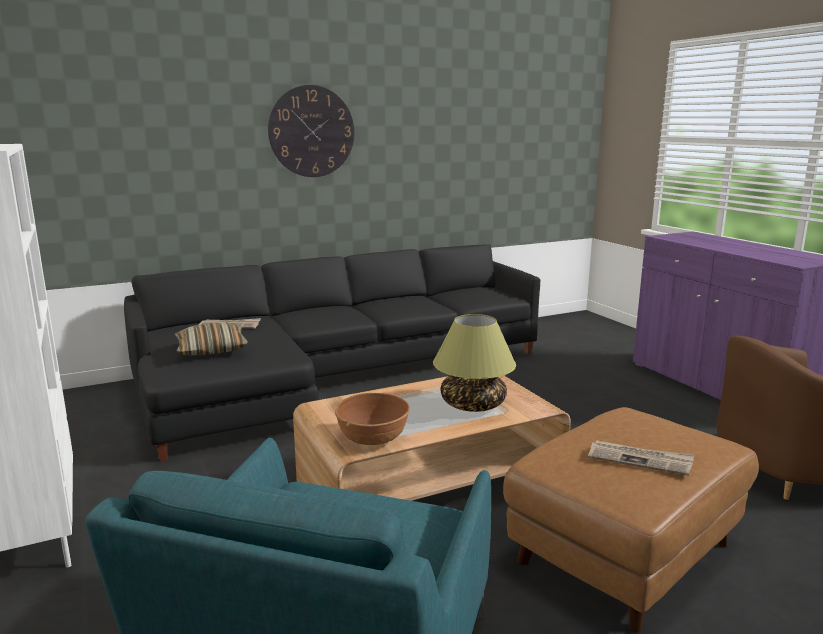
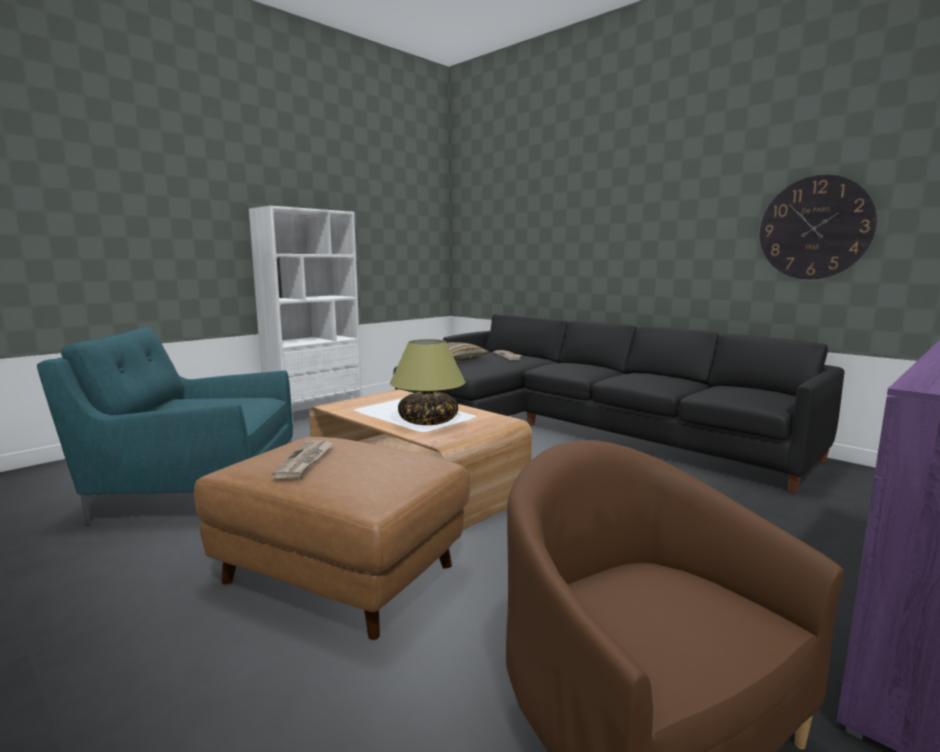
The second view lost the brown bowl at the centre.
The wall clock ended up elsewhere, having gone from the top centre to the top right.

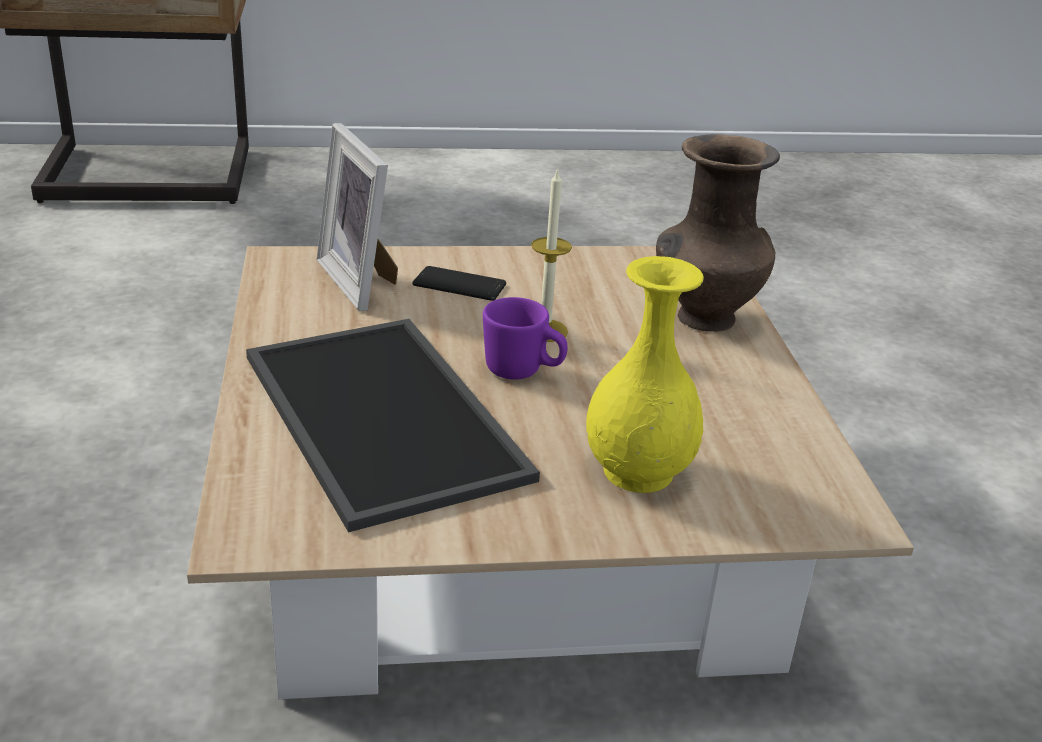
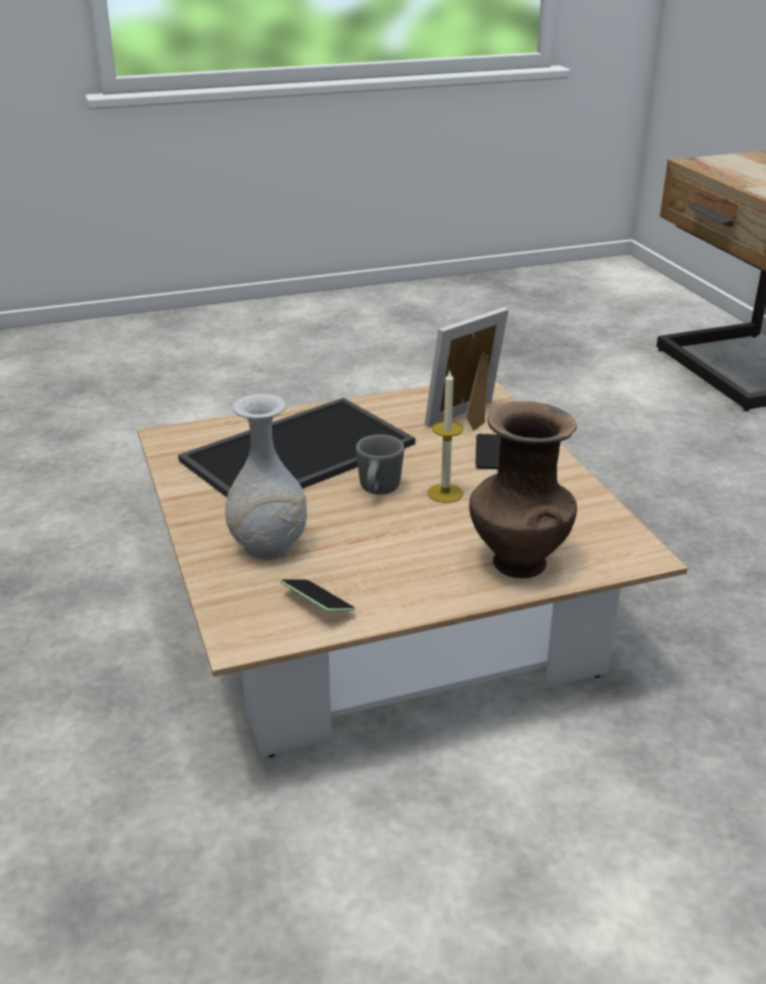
The second view gained the phone (1st from left) at the centre.
What was the purple mug at the centre turned into the grey mug at the centre.
What was the yellow vase at the centre turned into the white vase at the centre.

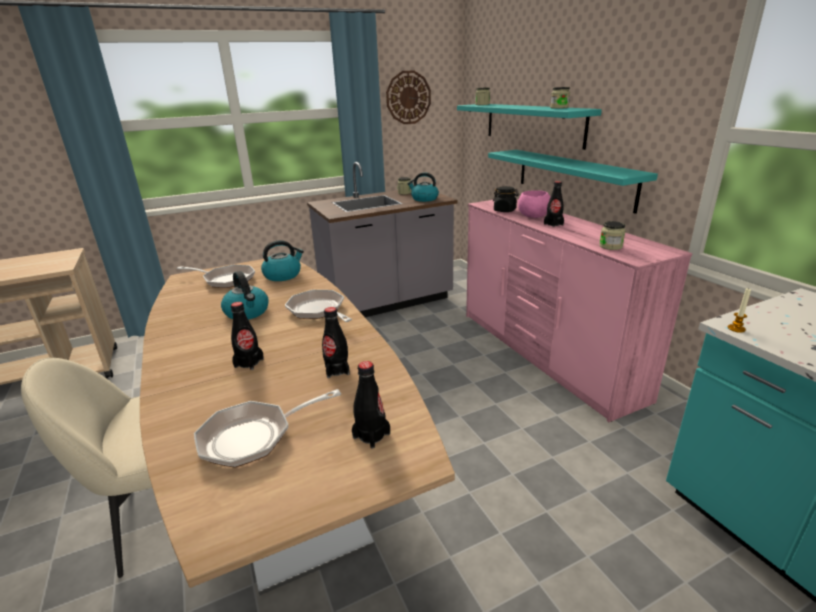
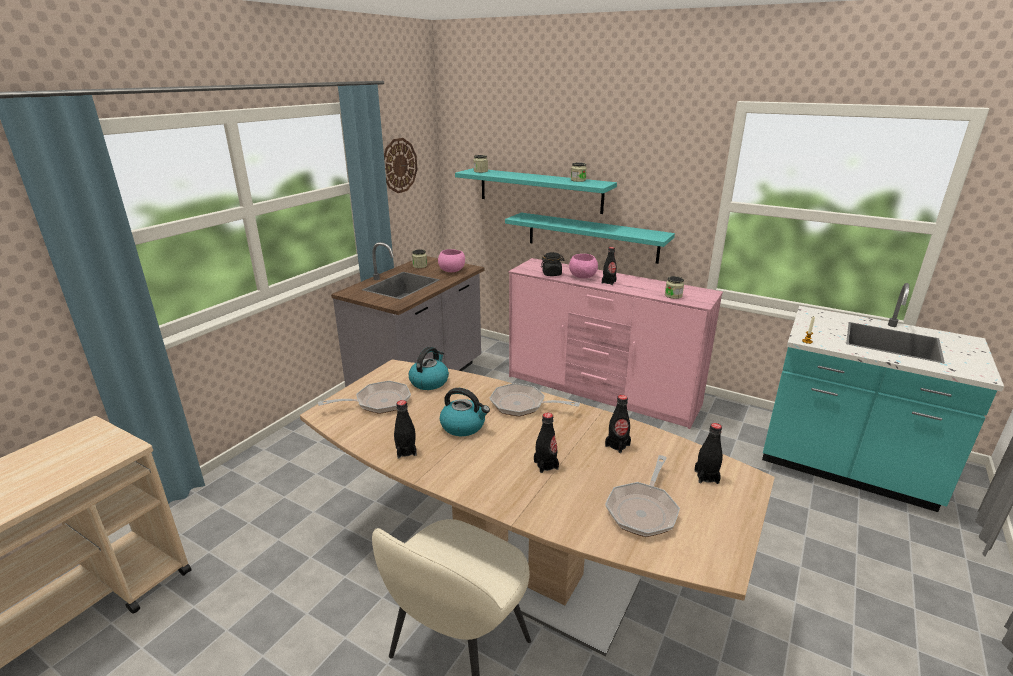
The second view gained the black bottle (1st from left) at the centre.
Where the kettle (3rd from left) stood at the top centre, the pink bowl (1st from left) came to stand at the centre.

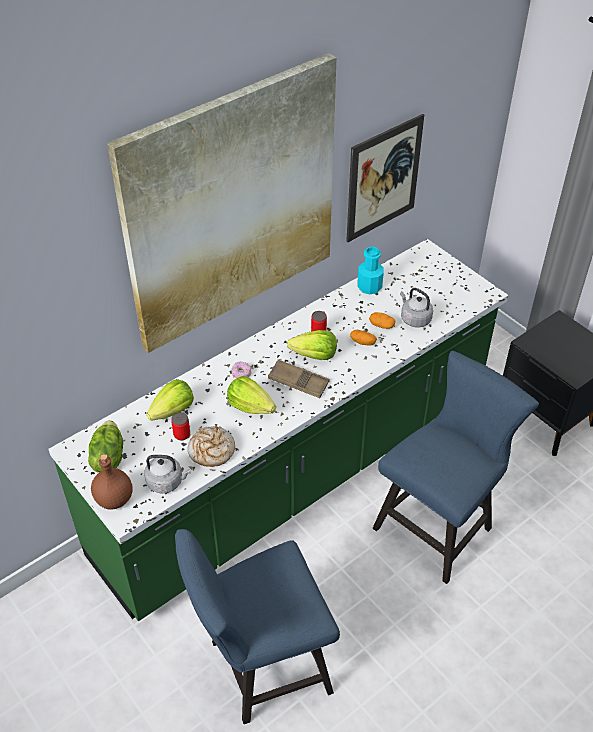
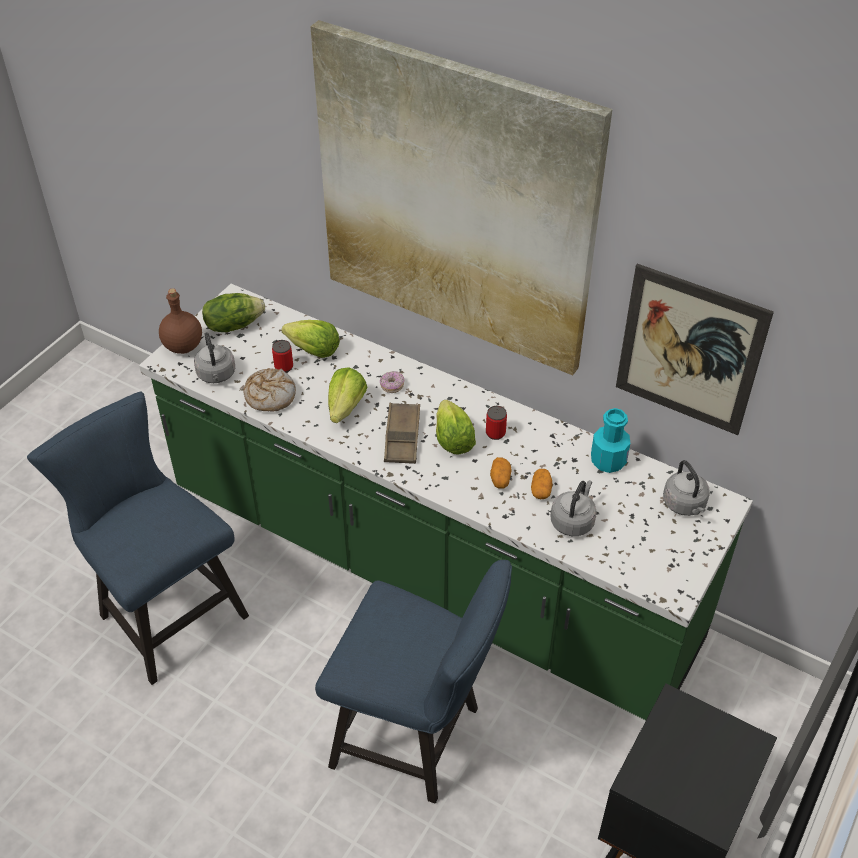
The second view gained the grey kettle (3rd from left) at the middle right.

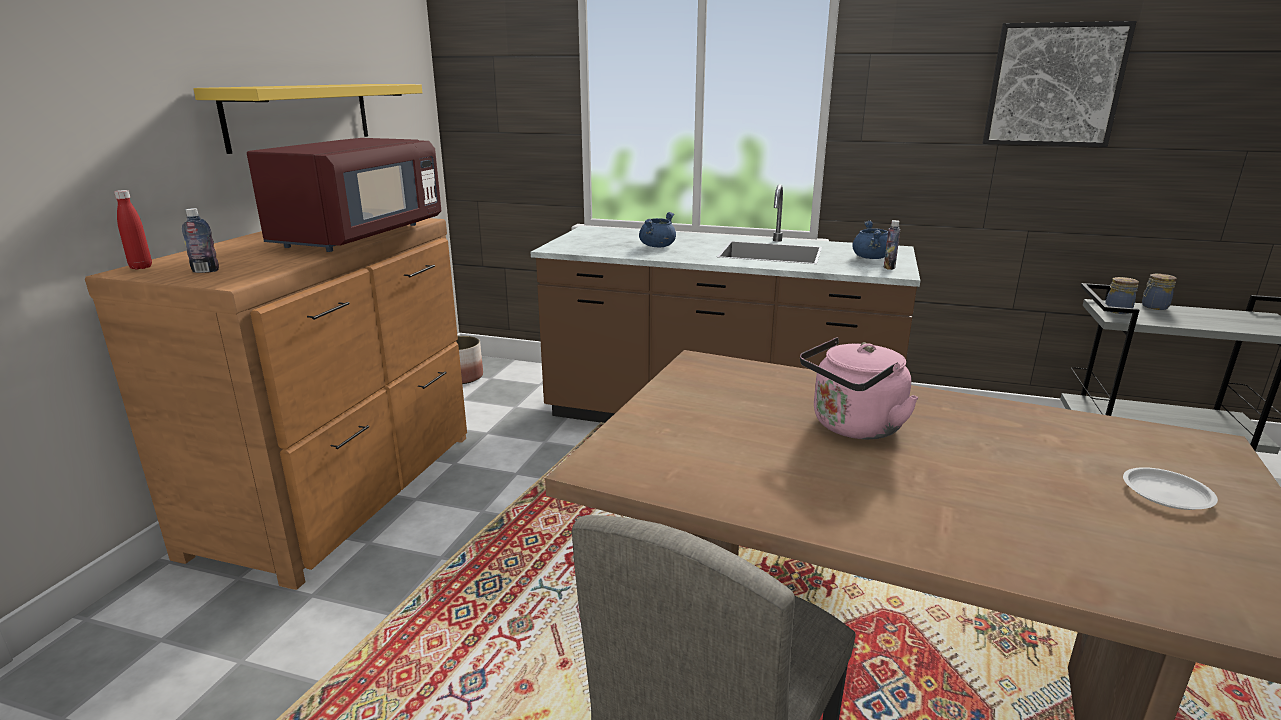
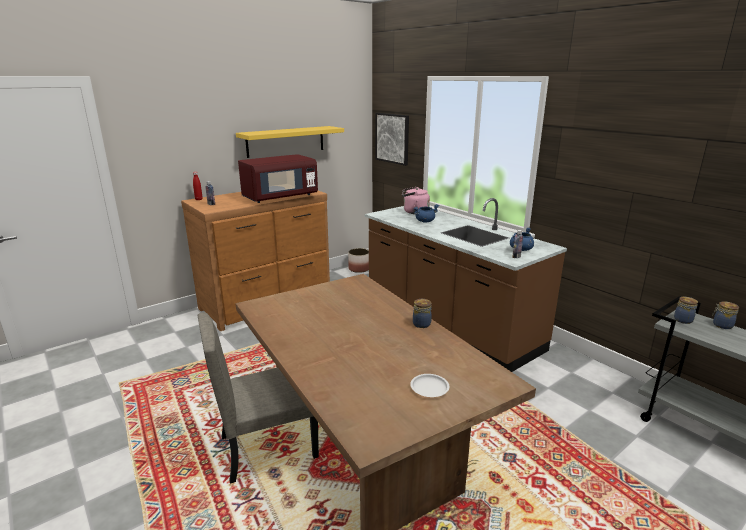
The second view gained the jar (1st from left) at the centre.
The pink kettle ended up elsewhere, having gone from the middle right to the centre.
The picture ended up elsewhere, having gone from the top right to the top centre.

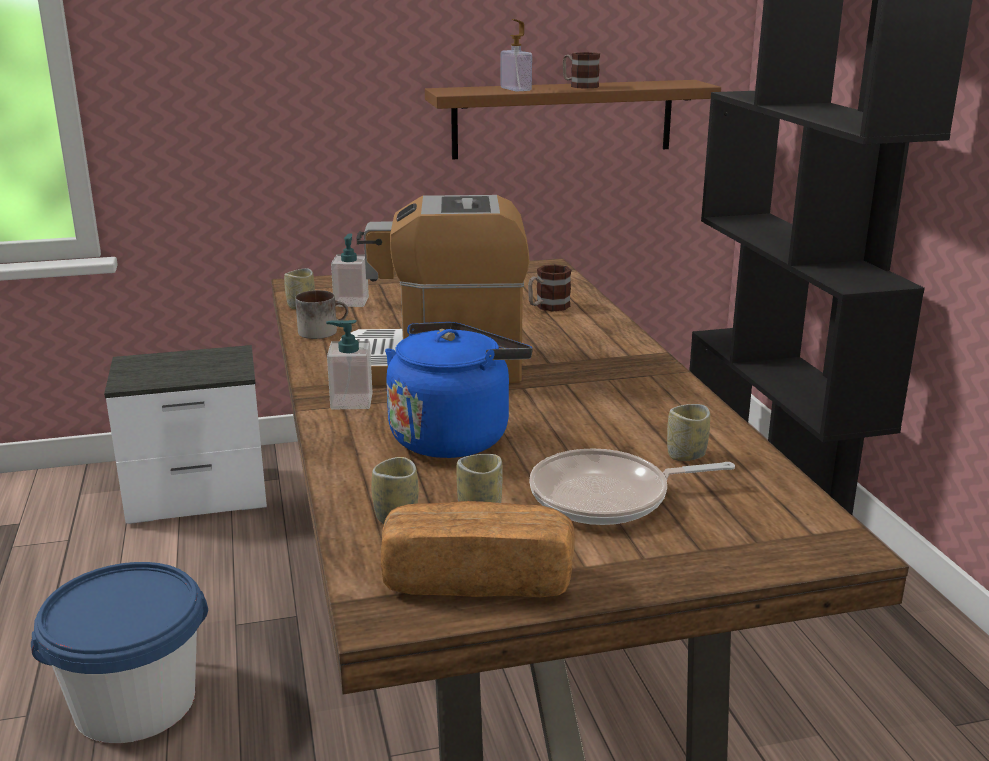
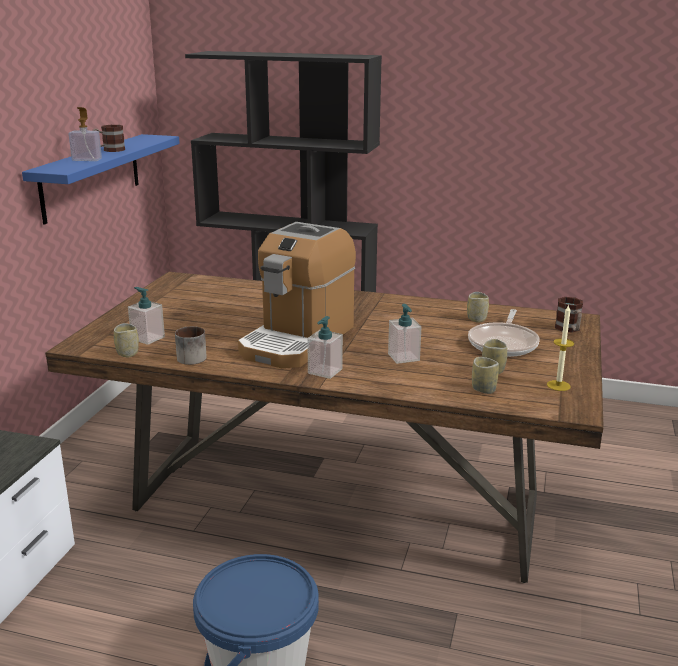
The mug (2nd from left in the first image) ended up elsewhere, having gone from the centre to the middle right.
Where the bread stood at the bottom centre, the candle came to stand at the middle right.
Where the blue kettle stood at the centre, the soap dispenser (4th from left) came to stand at the centre.
What was the brown shelf at the top centre turned into the blue shelf at the top left.

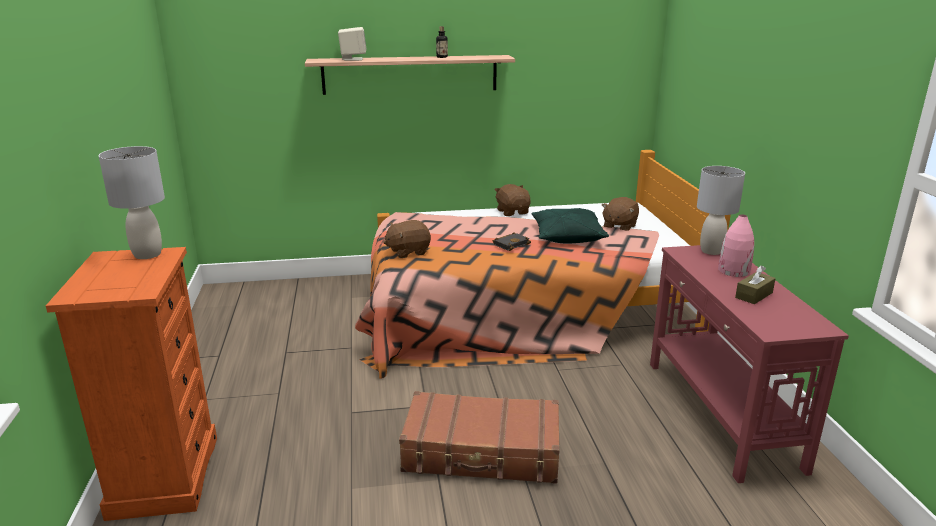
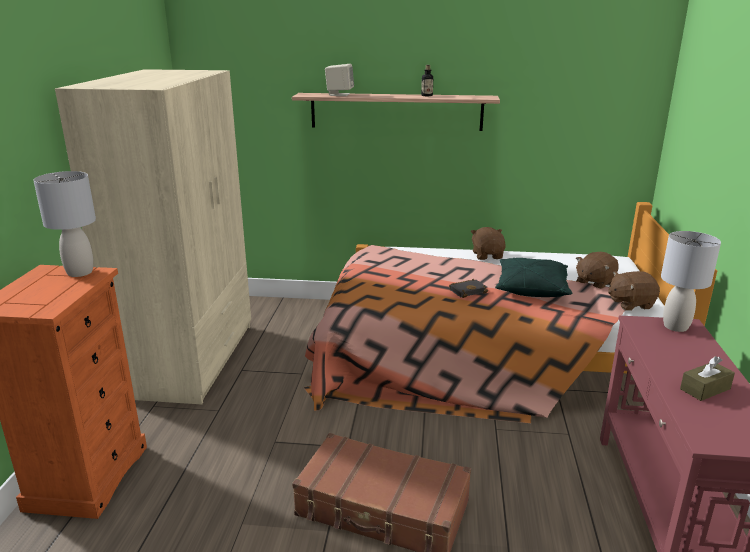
The second view lost the pink vase at the middle right.
The second view gained the beige wardrobe at the middle left.
The brown plush toy (1st from left in the first image) ended up elsewhere, having gone from the centre to the middle right.

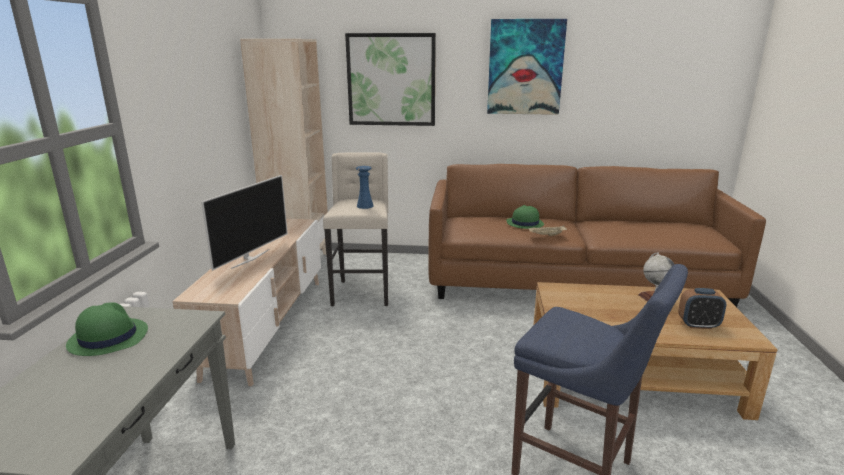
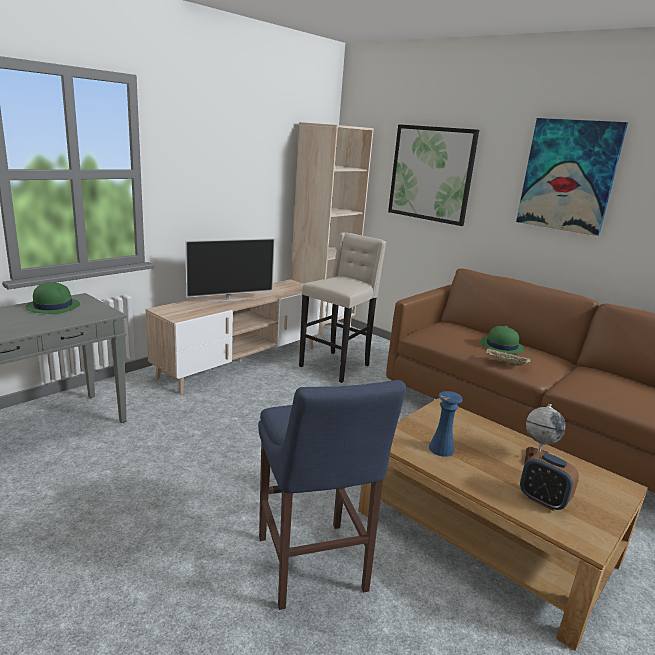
The blue vase ended up elsewhere, having gone from the centre to the middle right.

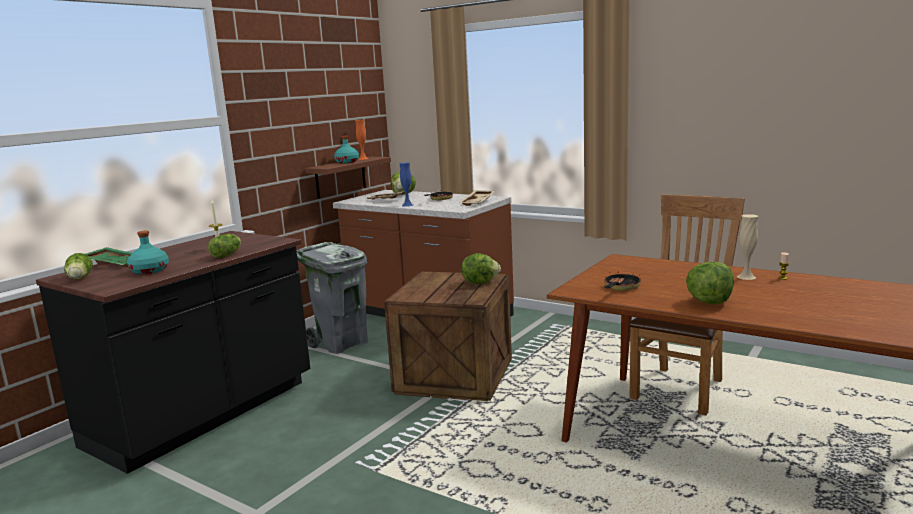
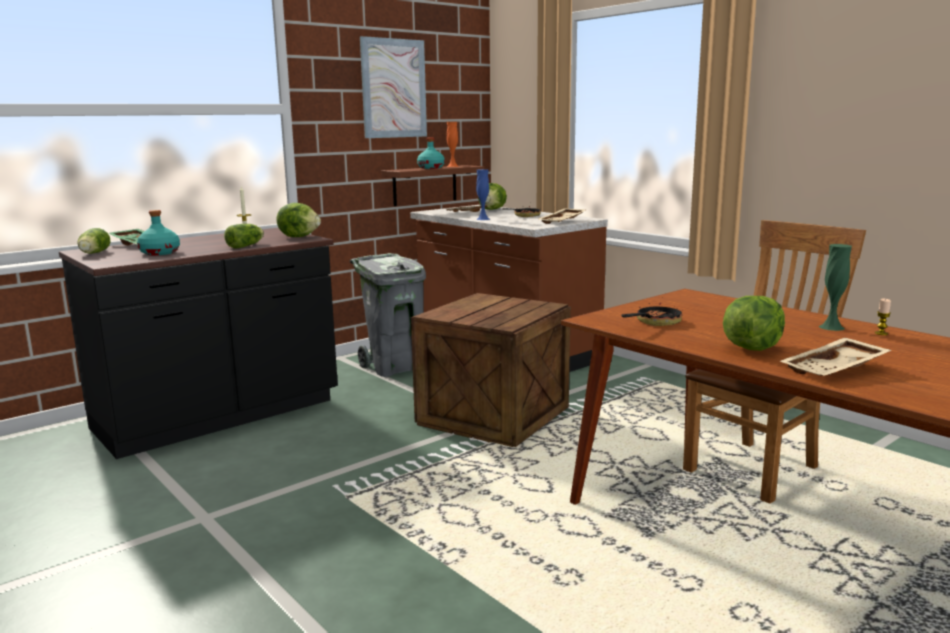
The second view gained the picture at the top centre.
The second view gained the beige tray (3rd from left) at the middle right.
The lettuce (4th from left in the first image) ended up elsewhere, having gone from the centre to the middle left.
What was the beige vase at the middle right turned into the green vase at the middle right.

